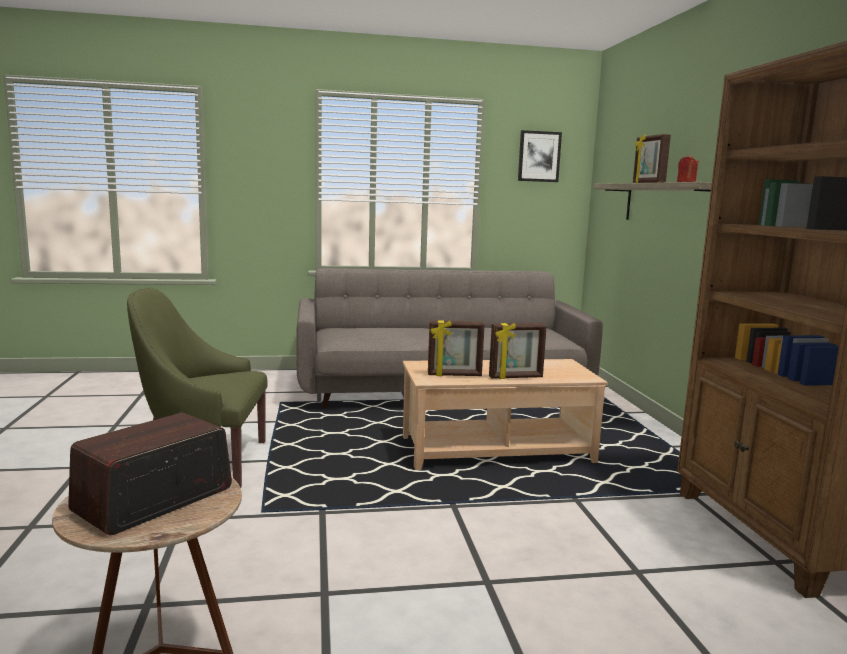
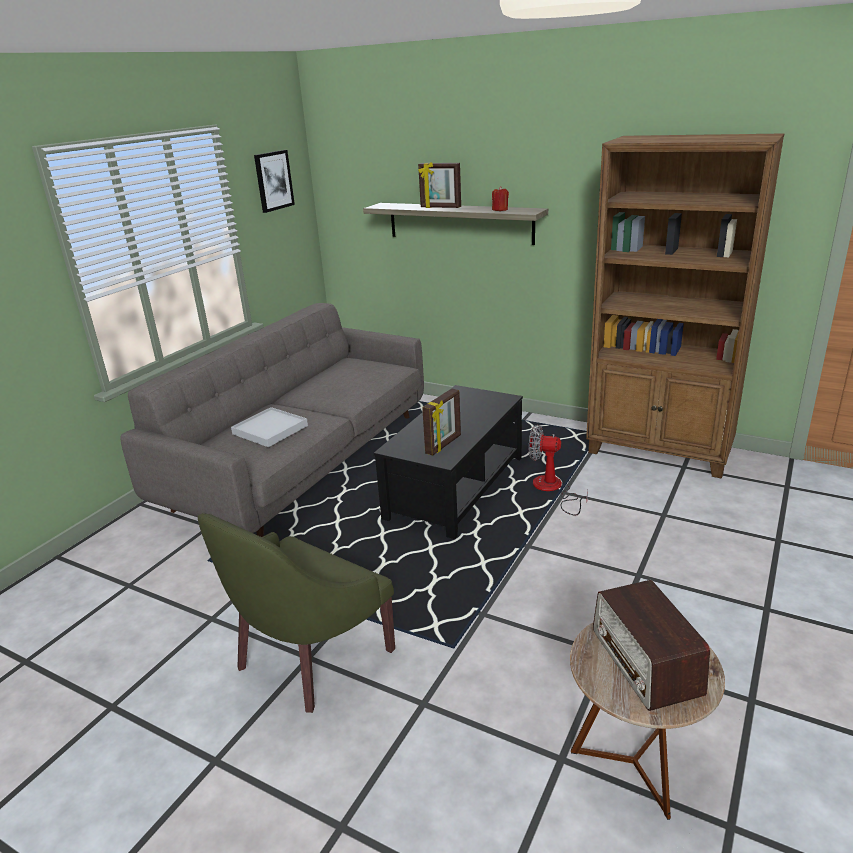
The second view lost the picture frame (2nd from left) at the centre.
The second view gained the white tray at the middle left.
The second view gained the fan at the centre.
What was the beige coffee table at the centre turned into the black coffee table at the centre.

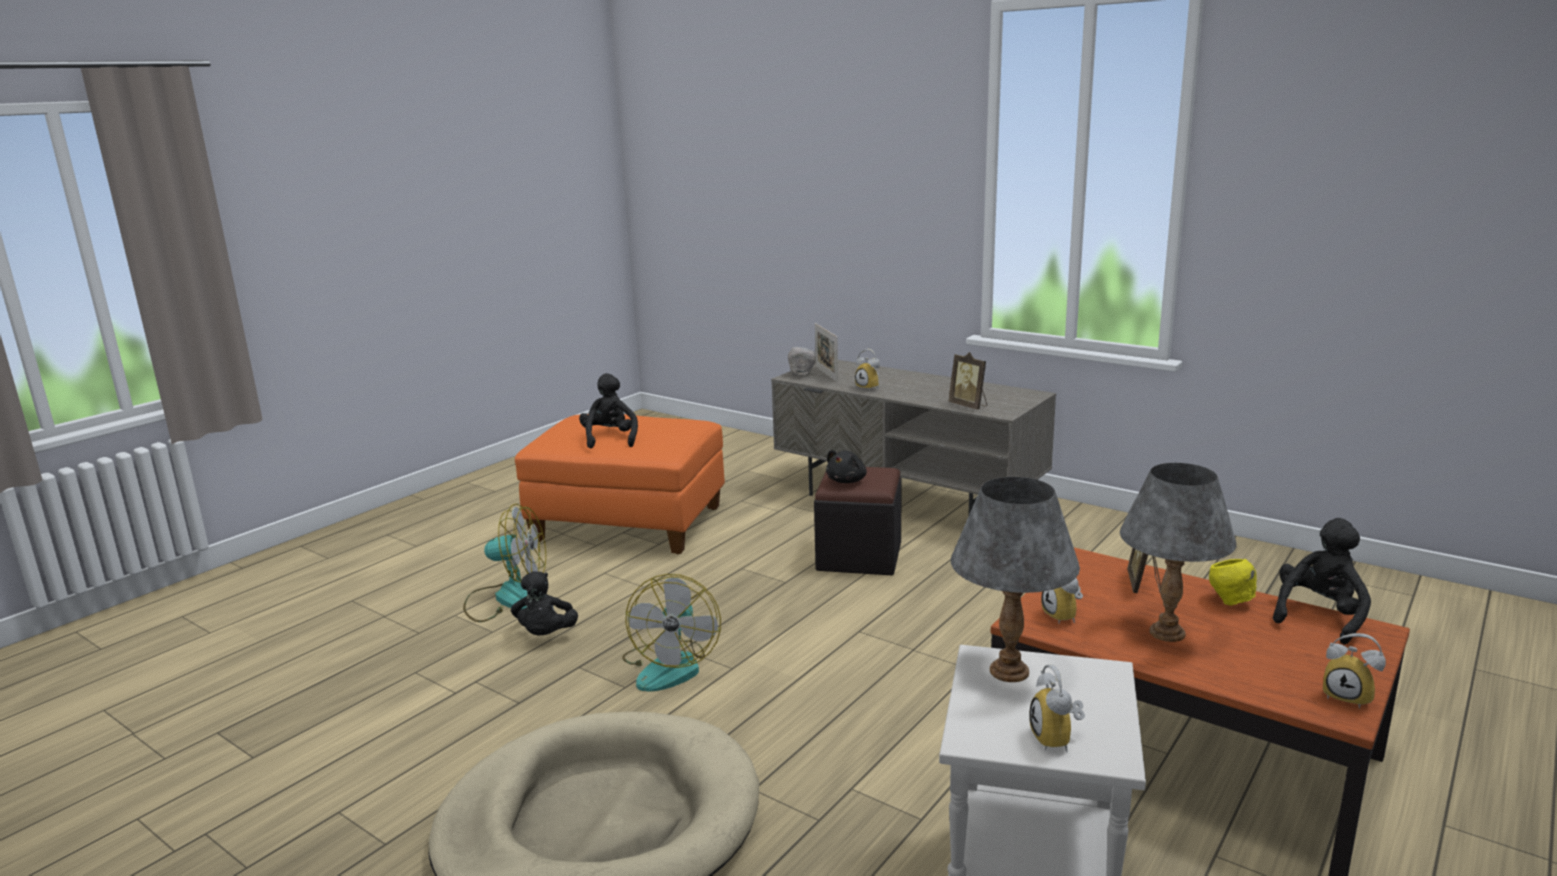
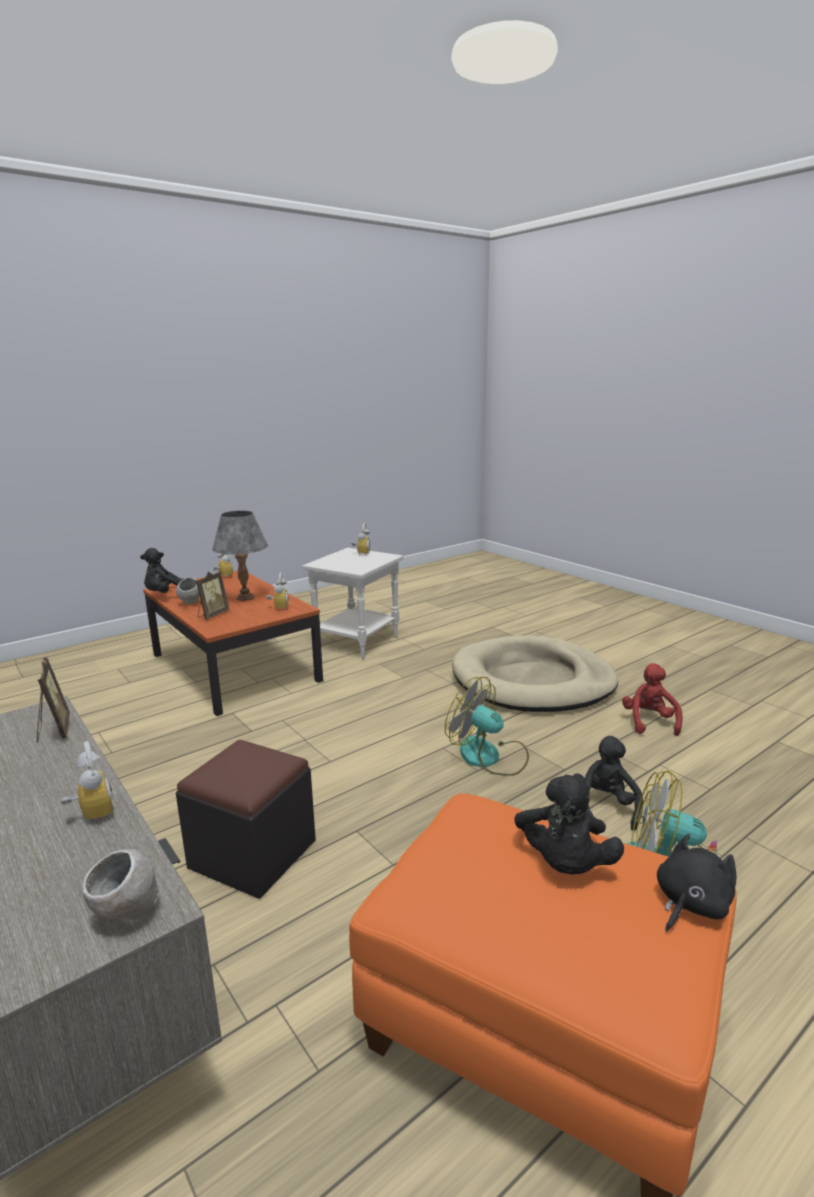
The second view lost the picture frame (1st from left) at the centre.
The second view lost the grey table lamp (1st from left) at the centre.
The second view gained the red plush toy at the middle right.
The black plush toy (3rd from left in the first image) ended up elsewhere, having gone from the centre to the bottom right.
What was the yellow bowl at the middle right turned into the grey bowl (2nd from left) at the middle left.
The fan (2nd from left in the first image) at the bottom centre ended up facing another way, 75 degrees counterclockwise from before.

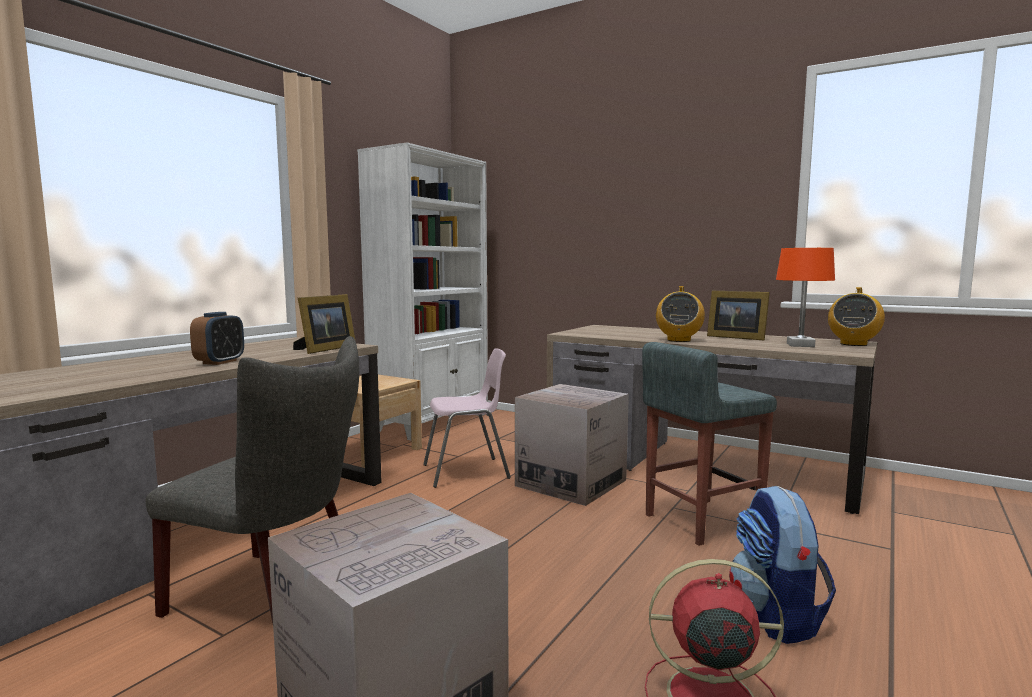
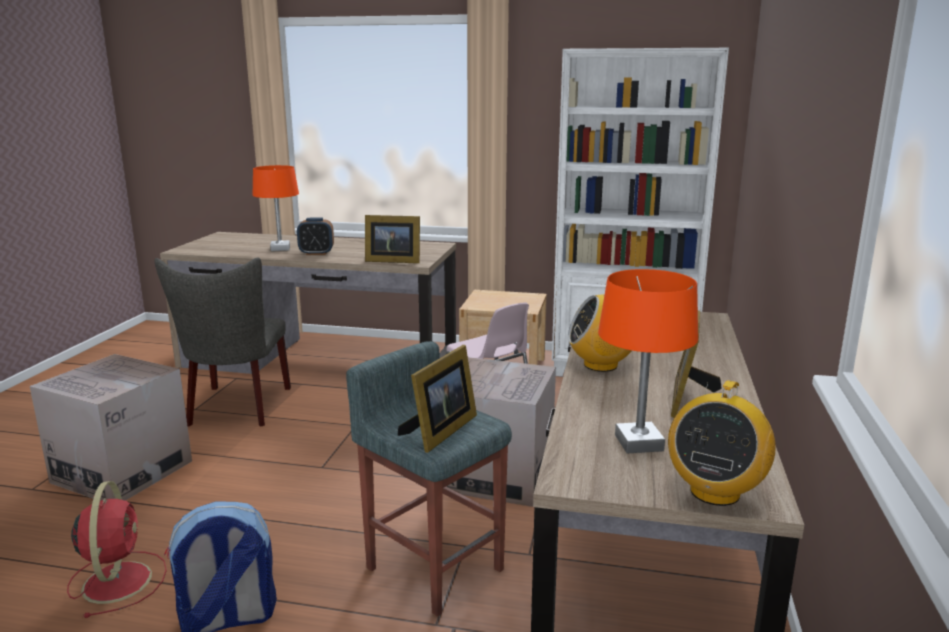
The second view gained the orange table lamp (1st from left) at the top left.
The second view gained the picture frame (2nd from left) at the centre.
The radio (2nd from left) at the middle right ended up facing another way, 75 degrees counterclockwise from before.

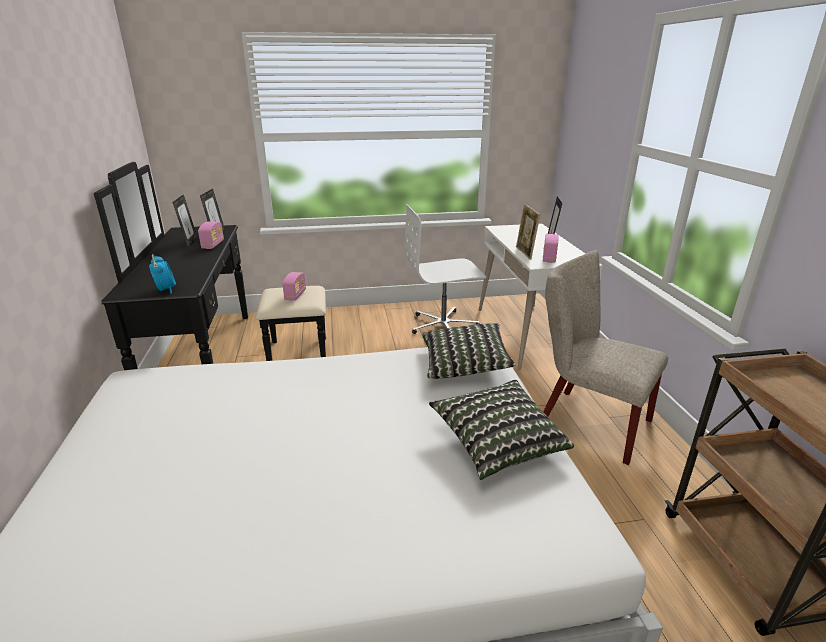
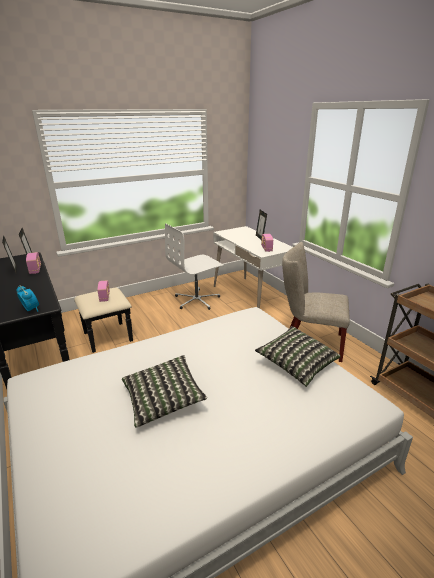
The second view lost the picture frame (3rd from left) at the centre.
The pillow (1st from left) ended up elsewhere, having gone from the centre to the bottom centre.

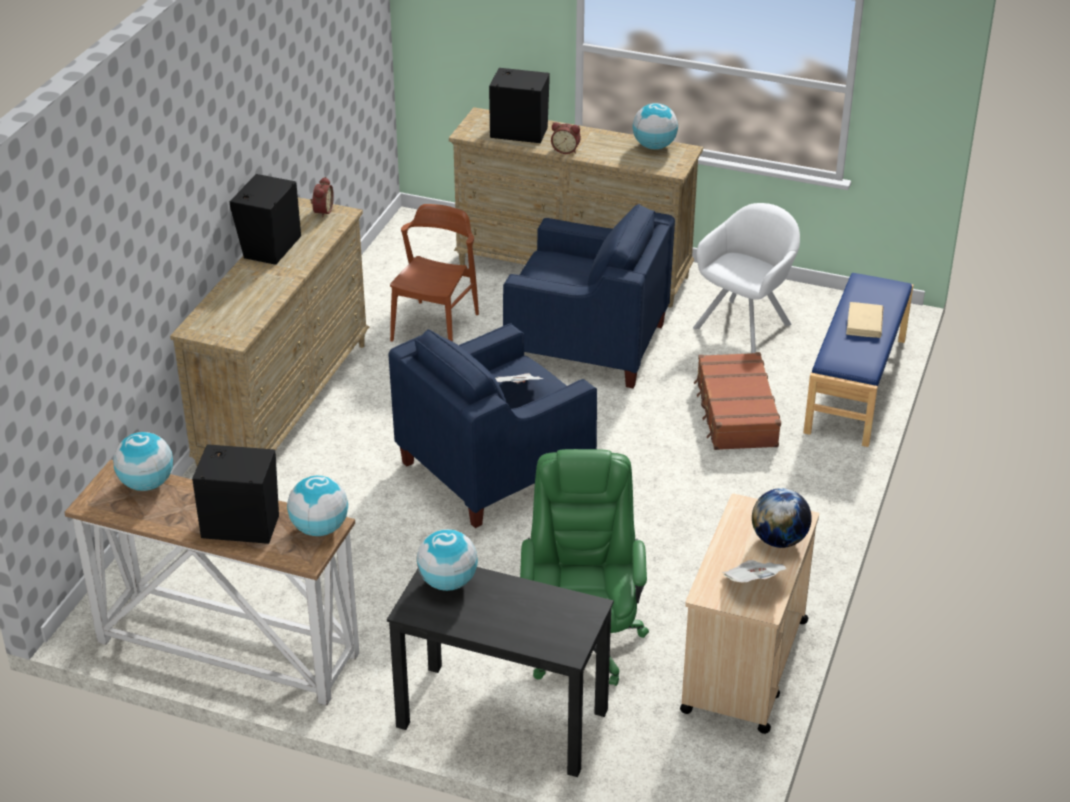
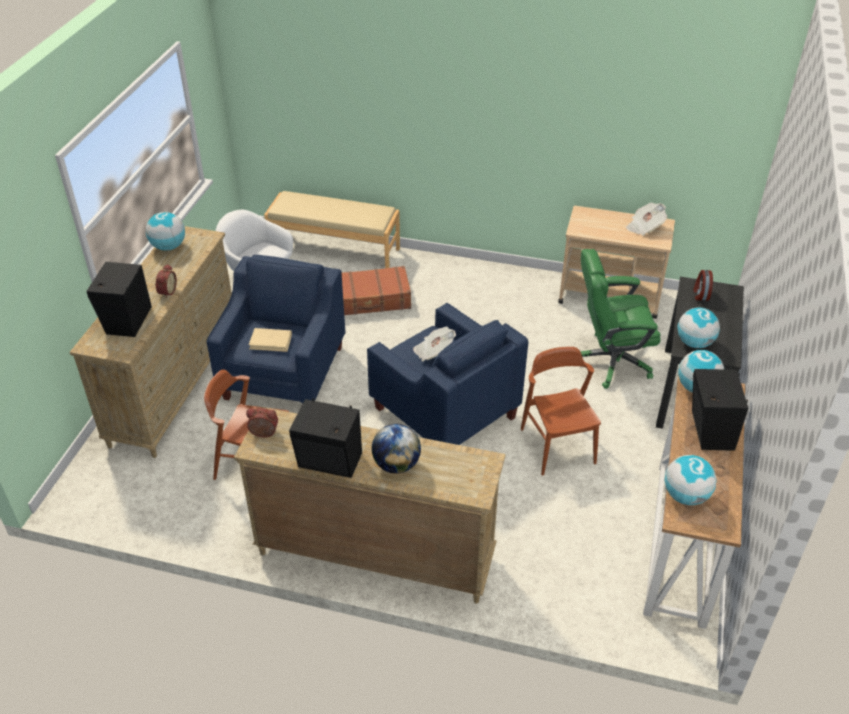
The second view gained the brown chair (2nd from left) at the centre.
The second view gained the alarm clock (3rd from left) at the middle right.
The globe (5th from left in the first image) ended up elsewhere, having gone from the middle right to the centre.
The beige book ended up elsewhere, having gone from the middle right to the middle left.
What was the blue bench at the middle right turned into the beige bench at the top centre.

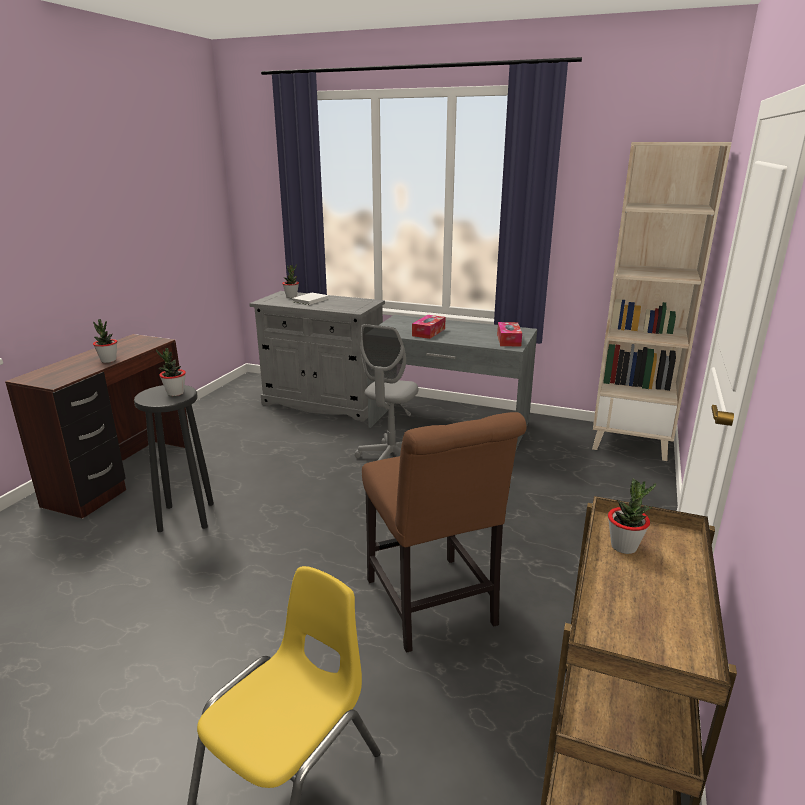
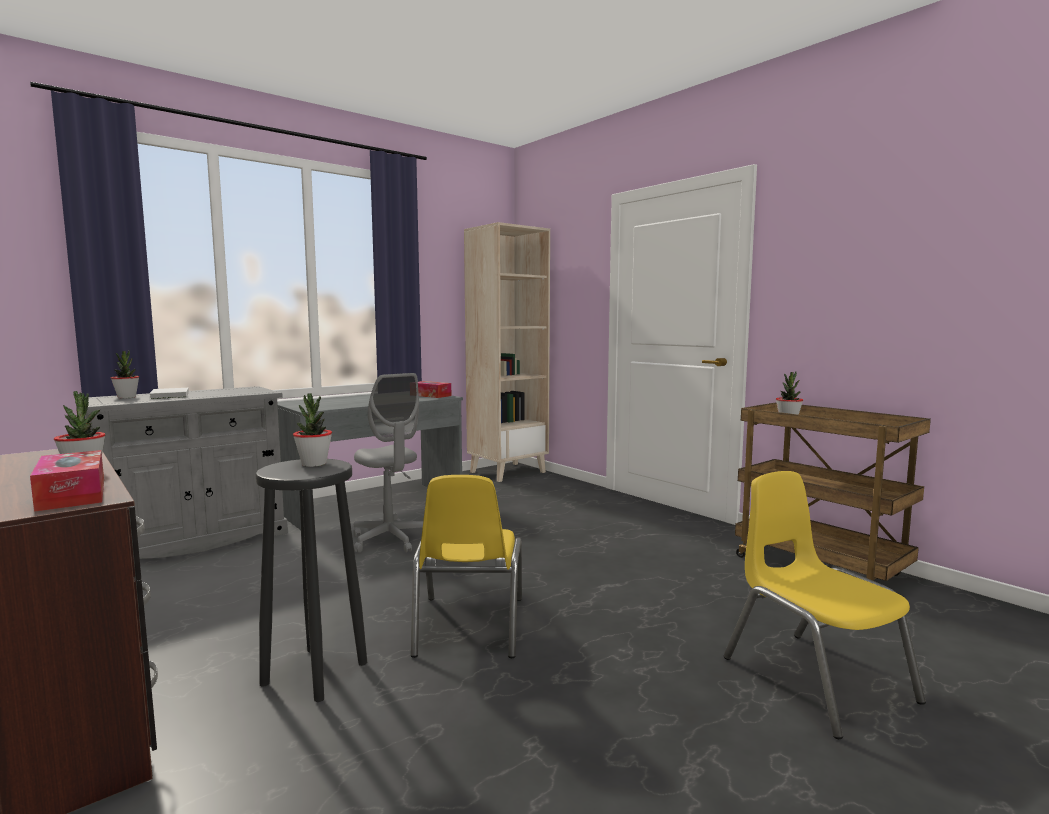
The second view lost the brown chair at the centre.
The second view gained the yellow chair (1st from left) at the bottom centre.
The tissue box (1st from left) ended up elsewhere, having gone from the centre to the middle left.

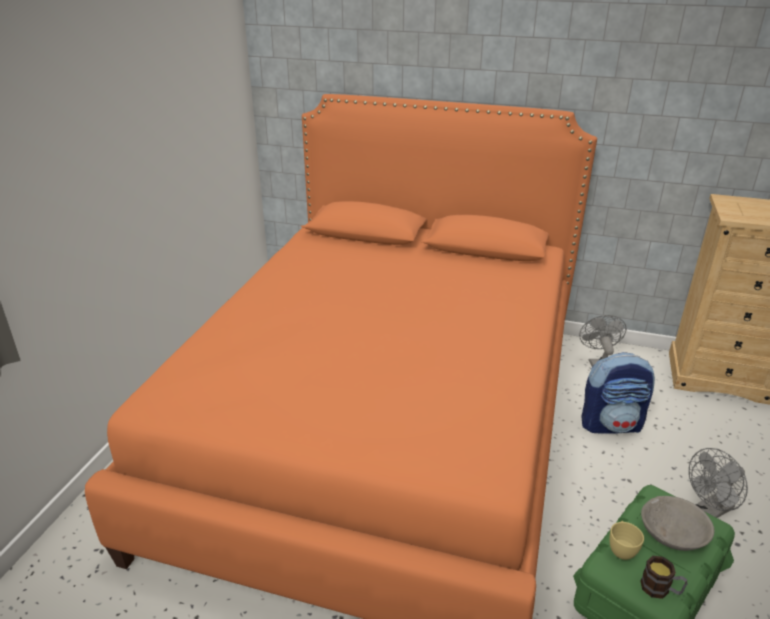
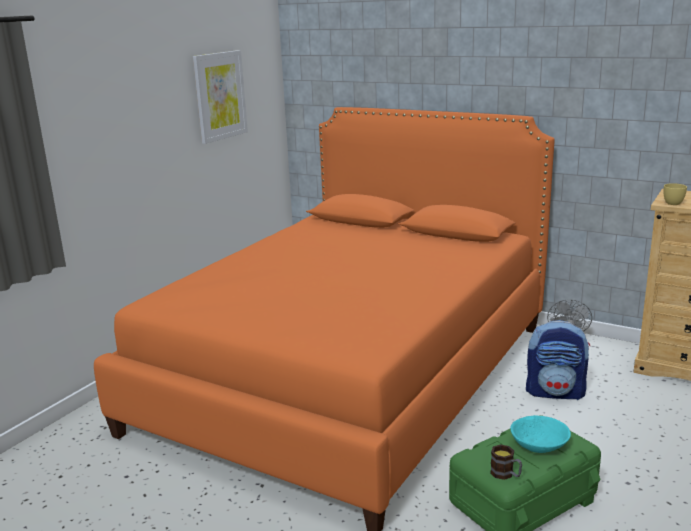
The second view lost the grey fan (2nd from left) at the bottom right.
The second view gained the picture at the top left.
The yellow cup ended up elsewhere, having gone from the bottom right to the middle right.
What was the grey bowl at the bottom right turned into the turquoise bowl at the bottom right.

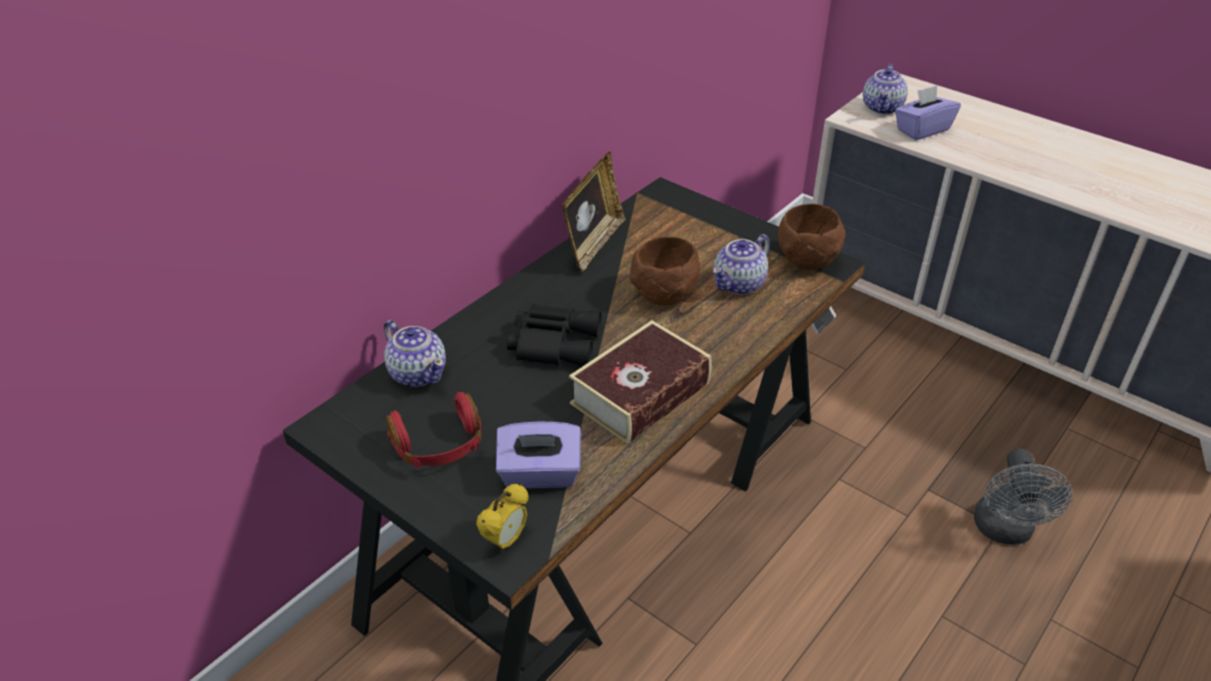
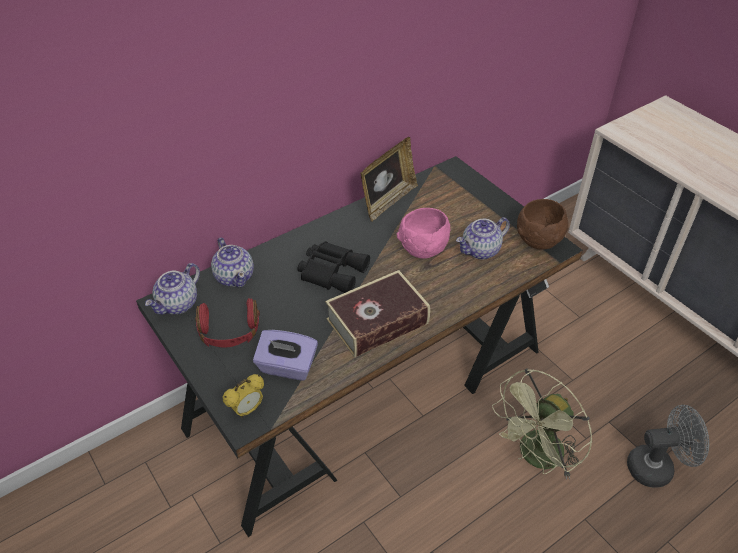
The second view lost the purple tissue box (2nd from left) at the top right.
The second view gained the green fan at the bottom right.
The teapot (3rd from left in the first image) ended up elsewhere, having gone from the top right to the middle left.
What was the brown bowl (1st from left) at the centre turned into the pink bowl at the centre.
The grey fan at the bottom right ended up facing another way, 120 degrees counterclockwise from before.

